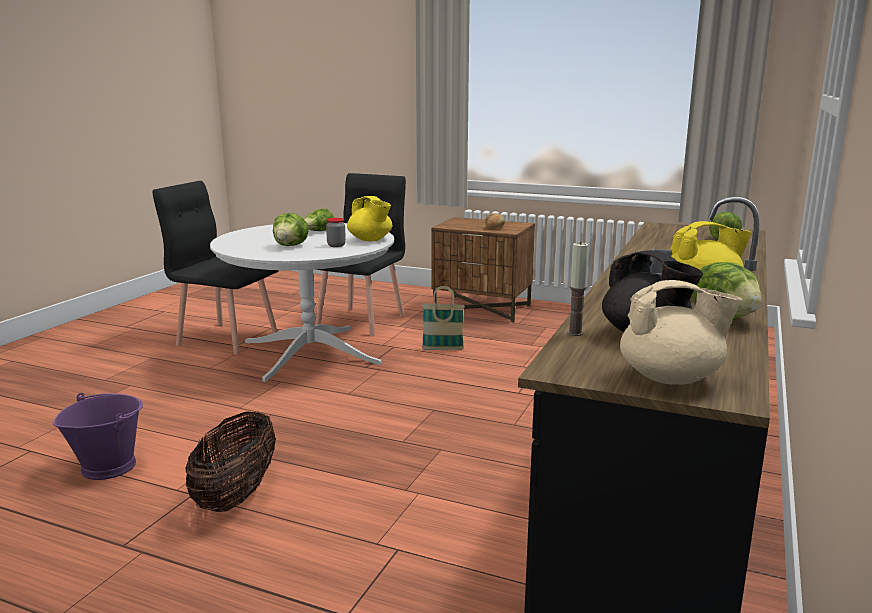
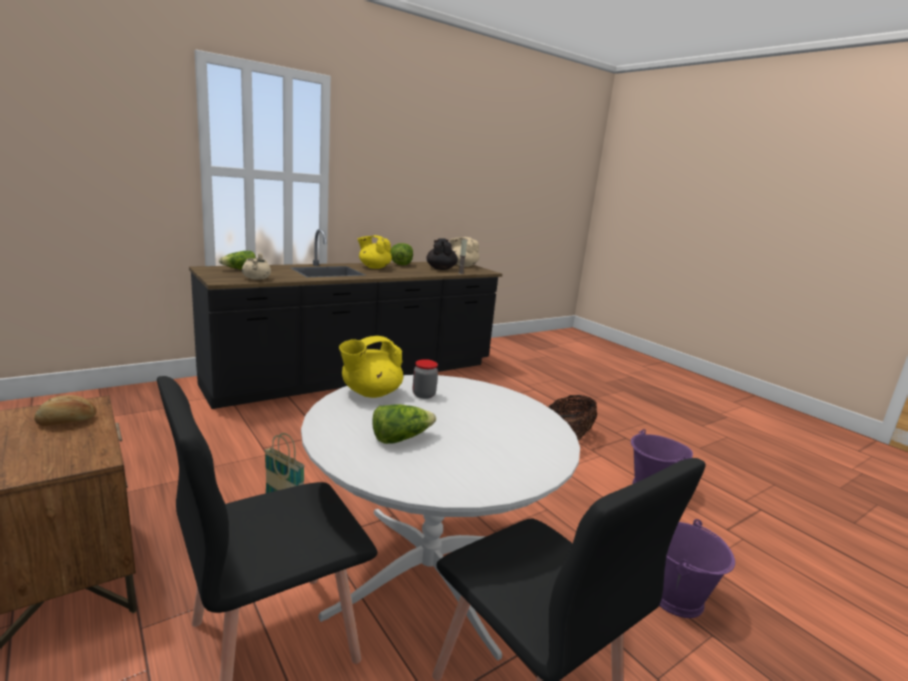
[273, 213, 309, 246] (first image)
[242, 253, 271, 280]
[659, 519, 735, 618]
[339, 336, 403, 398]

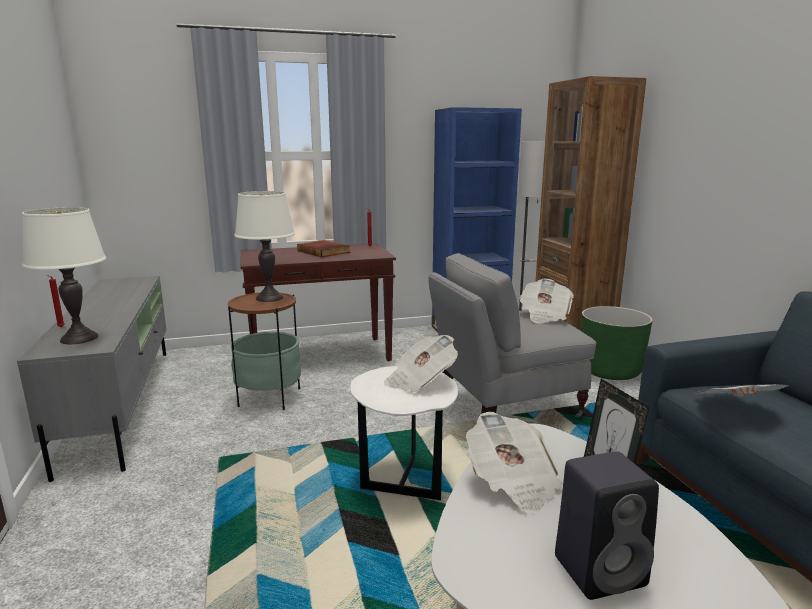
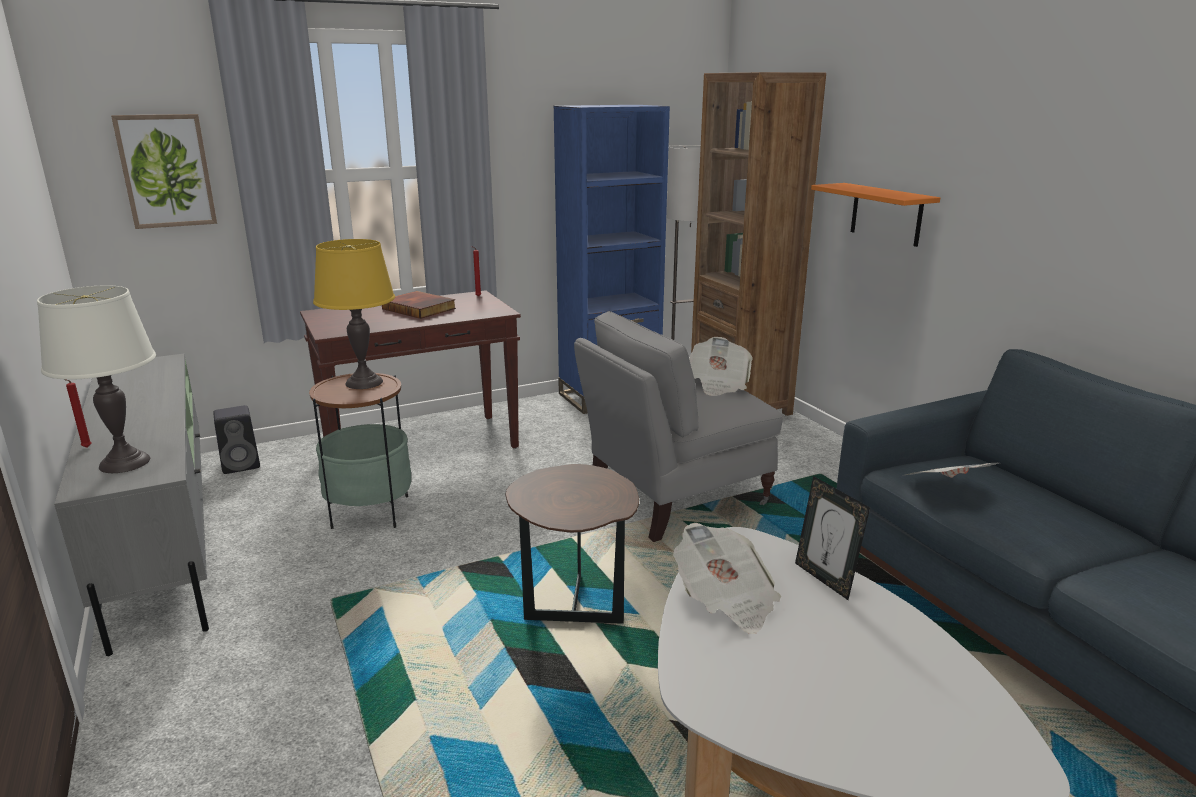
[384, 335, 458, 392] (first image)
[581, 306, 653, 380] (first image)
[111, 114, 217, 229]
[811, 183, 940, 247]
[213, 405, 260, 474]
[313, 239, 395, 389]
[505, 464, 639, 624]

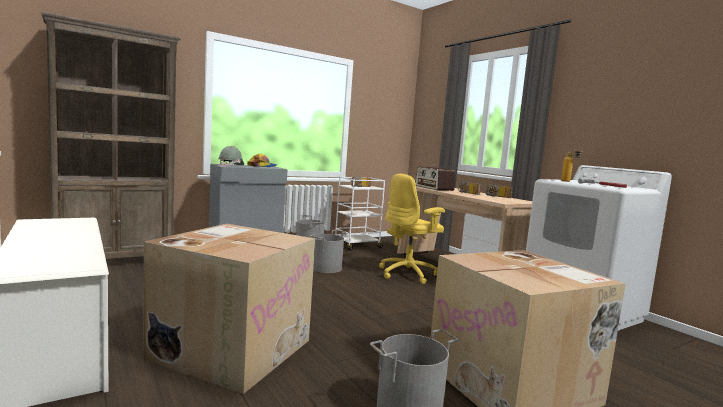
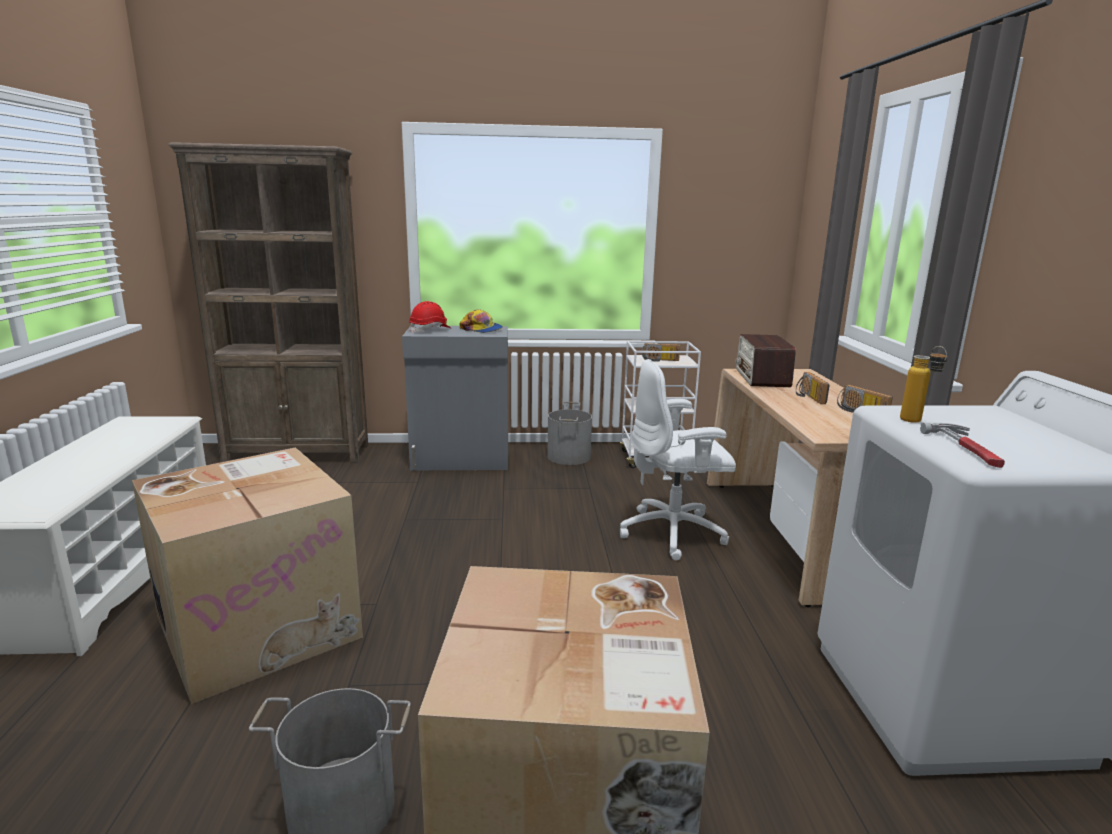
[310, 230, 345, 273] (first image)
[409, 301, 451, 333]
[620, 359, 736, 560]

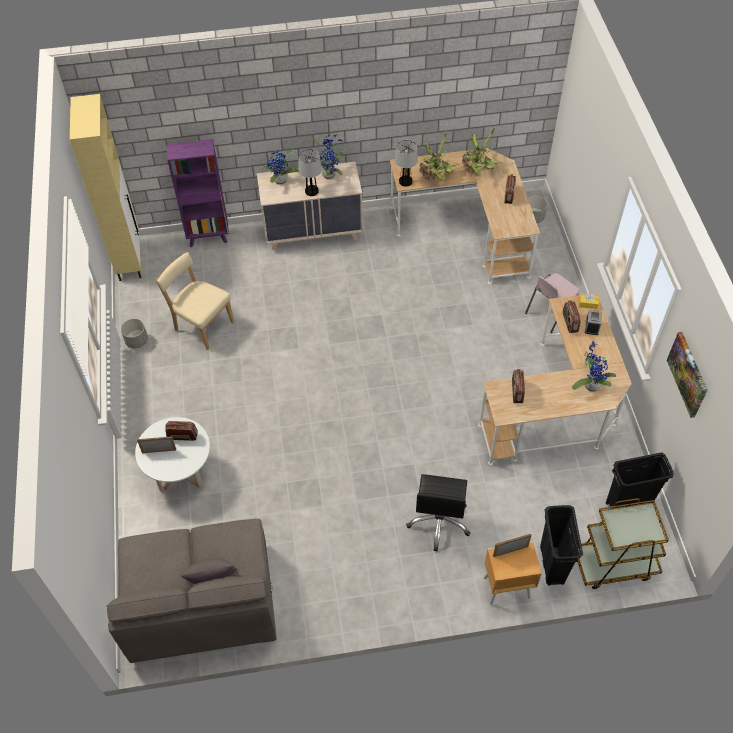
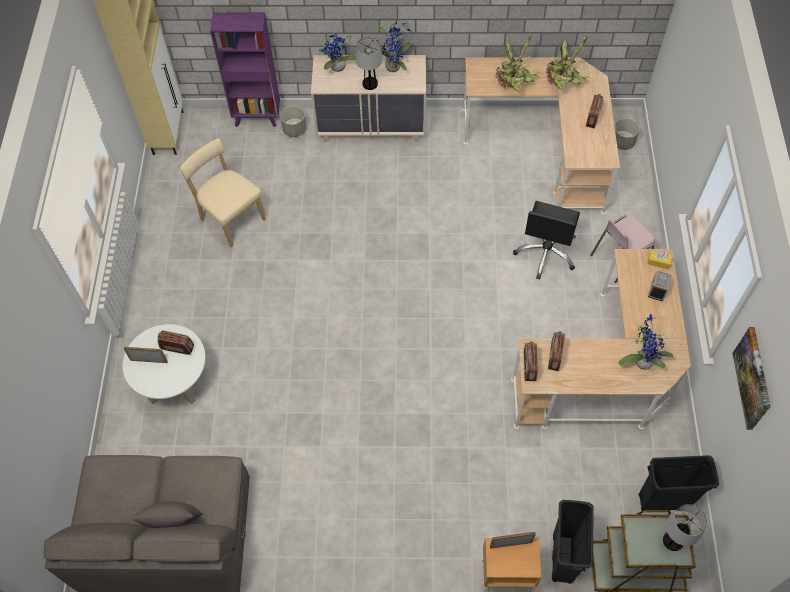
[280, 106, 306, 137]
[663, 504, 707, 551]
[513, 201, 580, 280]
[524, 342, 538, 381]

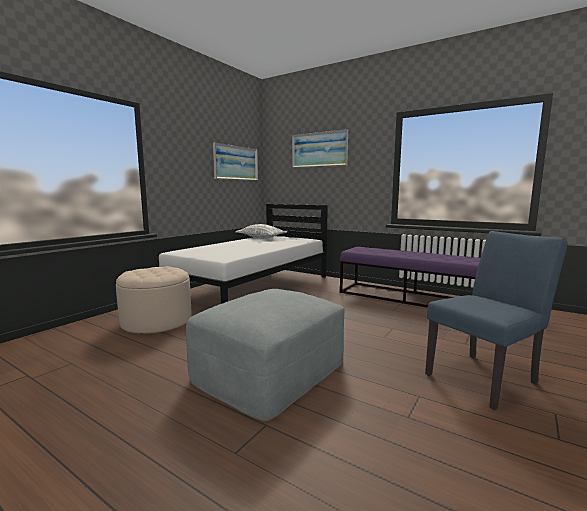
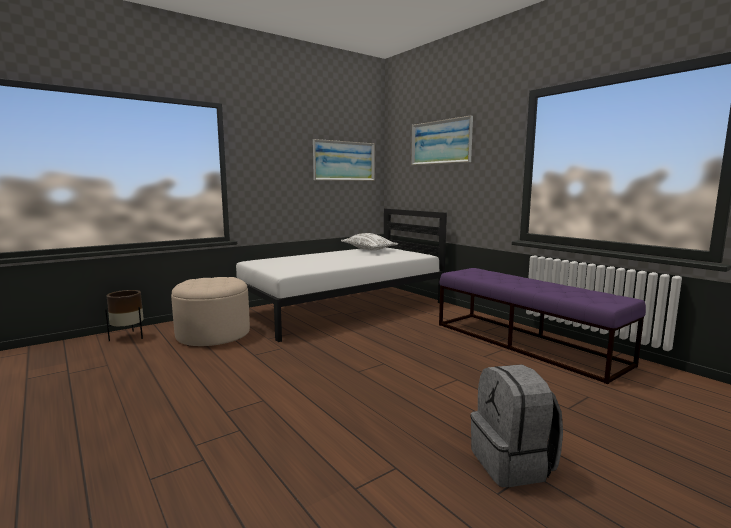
[186, 289, 344, 421] (first image)
[105, 290, 144, 341]
[470, 364, 563, 487]

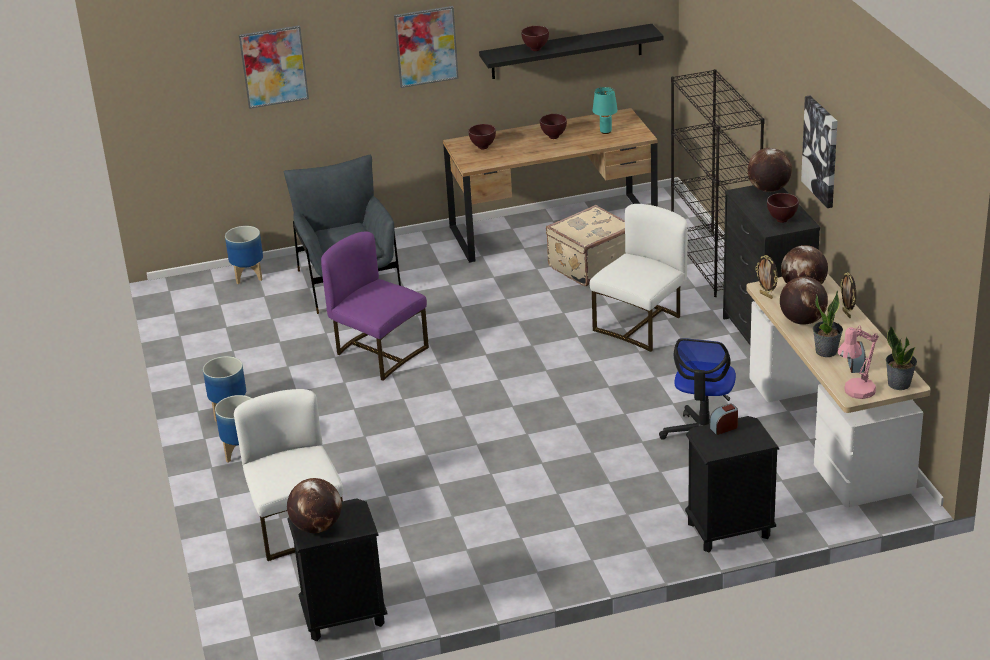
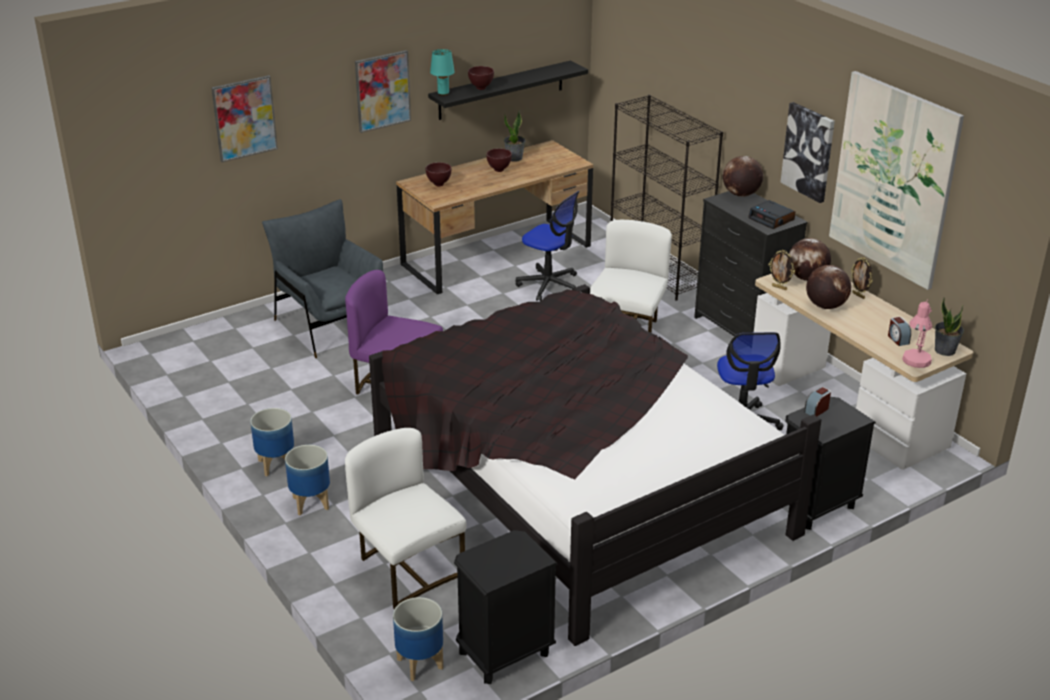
[287, 478, 342, 533] (first image)
[369, 284, 821, 646]
[829, 71, 964, 290]
[393, 597, 443, 681]
[430, 49, 455, 96]
[504, 111, 526, 162]
[516, 191, 579, 301]
[748, 200, 795, 229]

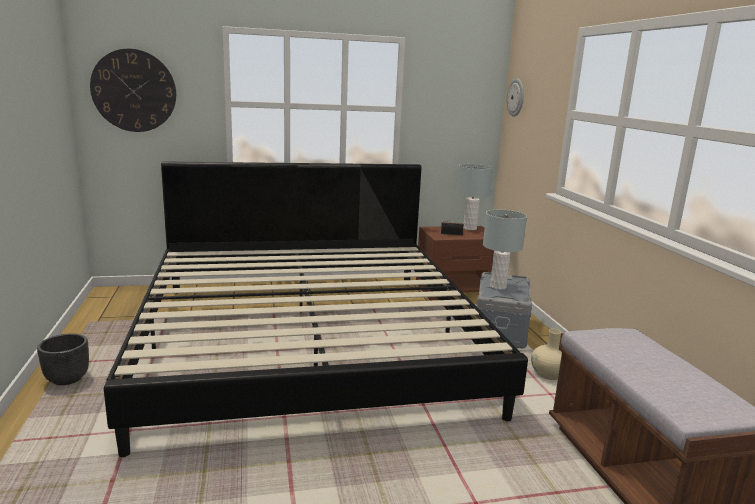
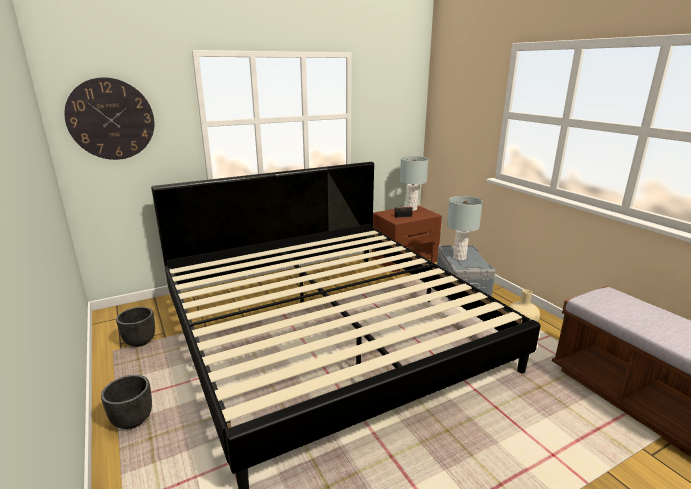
[507, 78, 524, 117] (first image)
[116, 307, 155, 347]

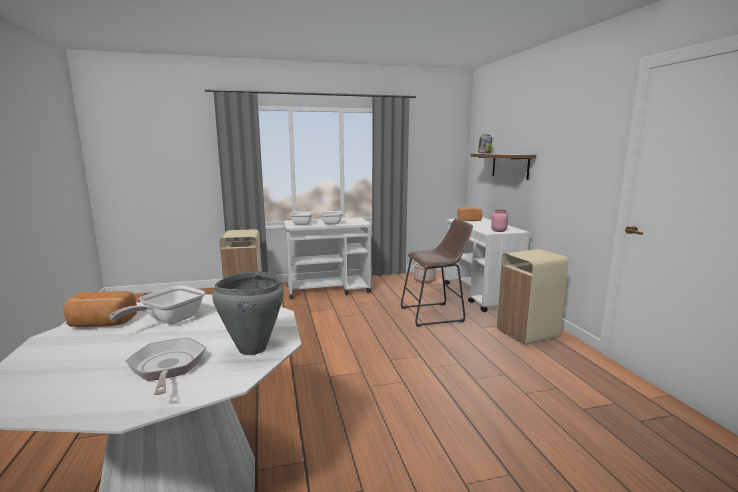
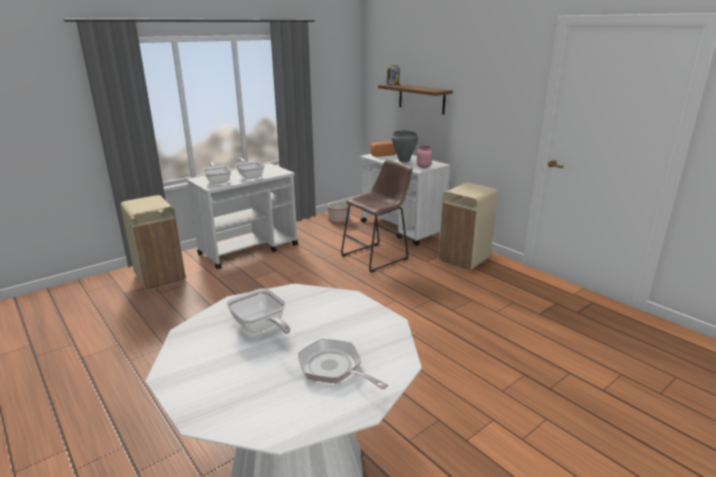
[63, 291, 137, 327] (first image)
[392, 131, 418, 162]
[226, 288, 291, 334]

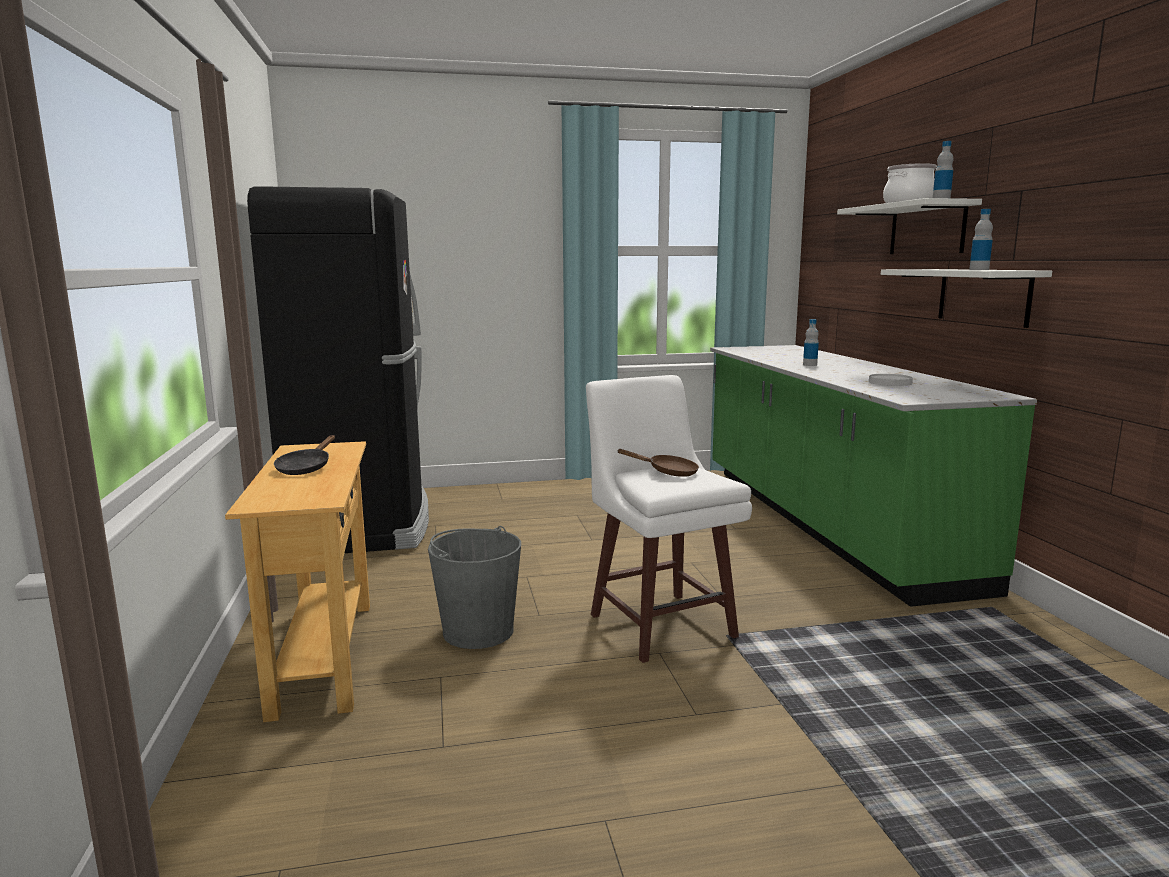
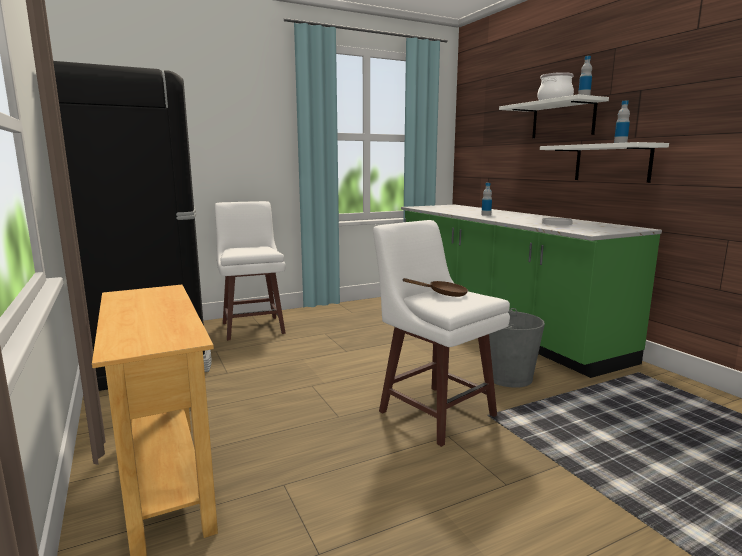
[274, 435, 335, 475] (first image)
[215, 201, 286, 341]
[489, 308, 545, 388]

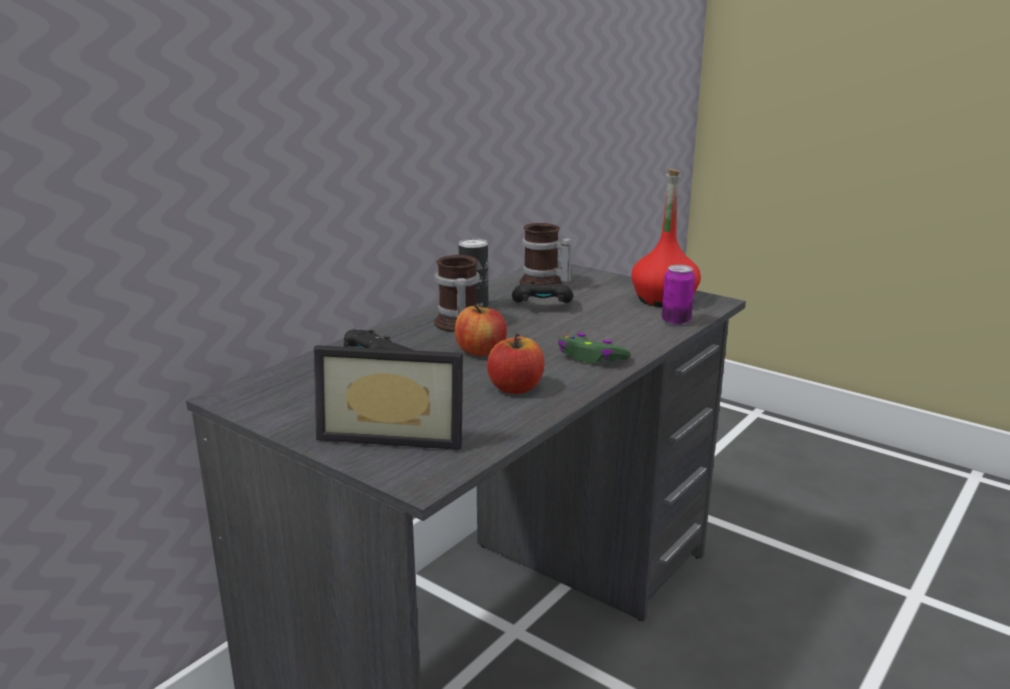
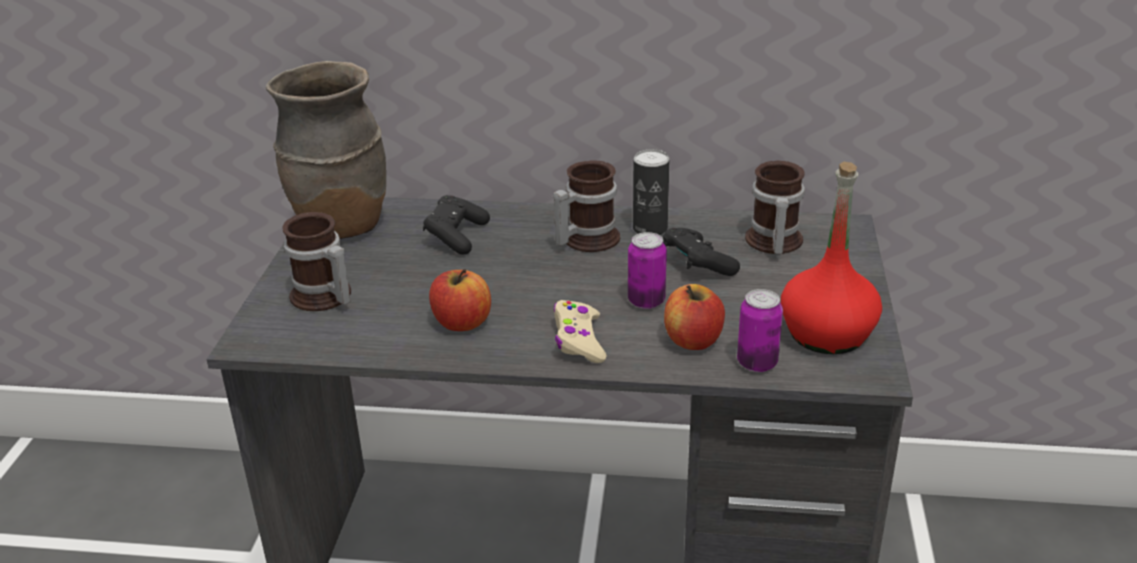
[266, 61, 386, 239]
[628, 232, 667, 309]
[664, 284, 725, 350]
[282, 212, 351, 311]
[554, 300, 606, 363]

